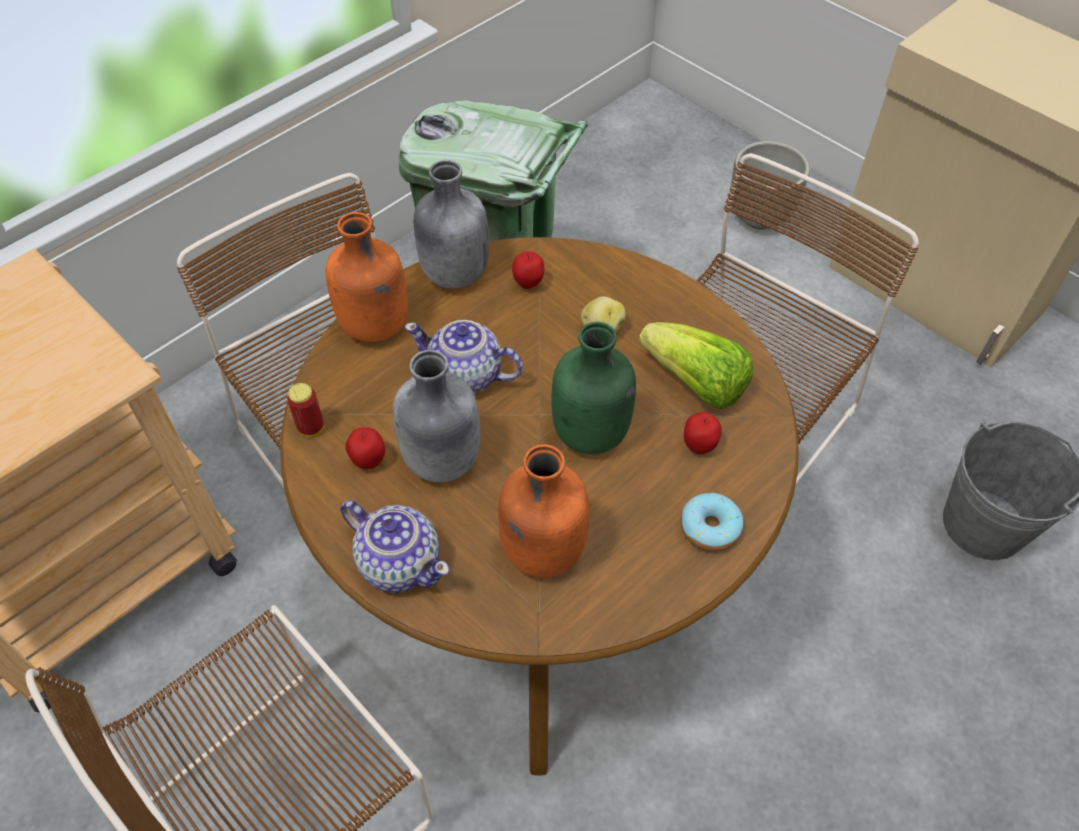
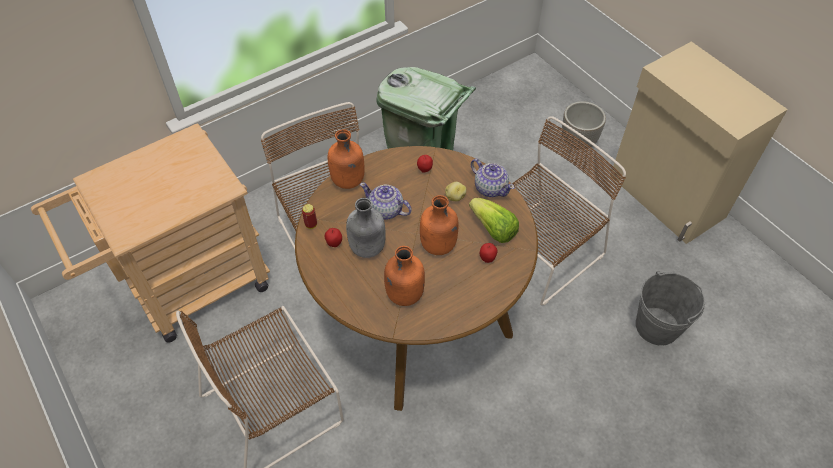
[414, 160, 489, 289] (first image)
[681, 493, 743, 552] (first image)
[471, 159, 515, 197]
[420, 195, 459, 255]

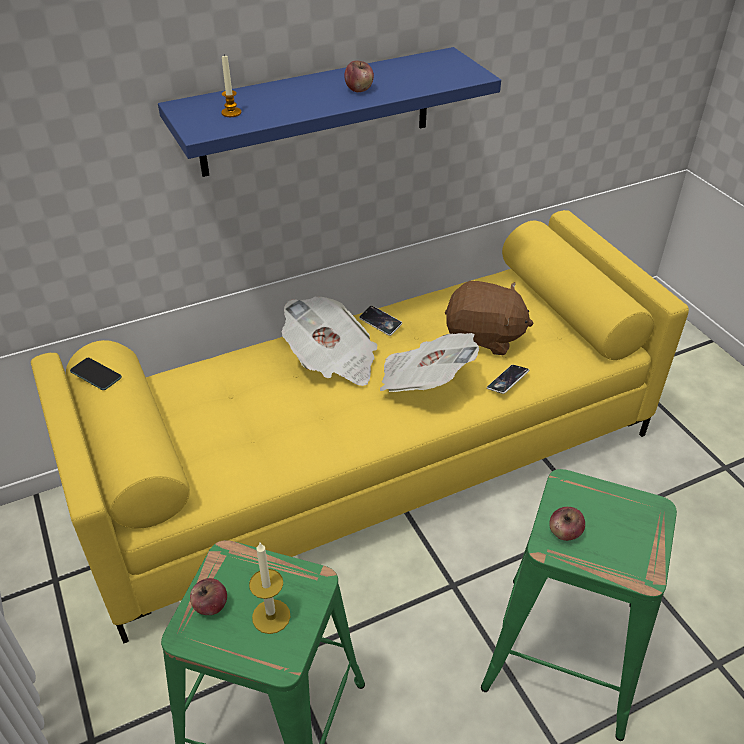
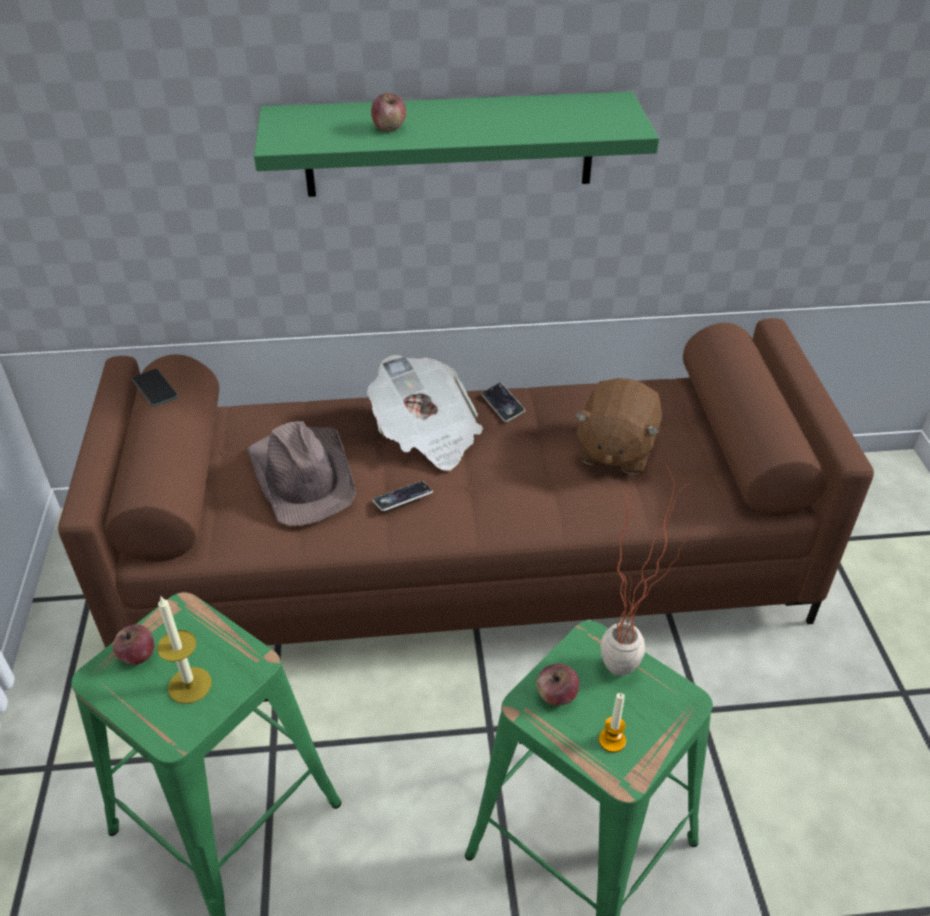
[380, 333, 479, 392] (first image)
[247, 421, 356, 526]
[600, 464, 697, 676]
[599, 693, 626, 753]
[371, 93, 406, 131]
[373, 481, 433, 511]
[58, 318, 874, 648]
[254, 92, 659, 197]
[574, 378, 662, 474]

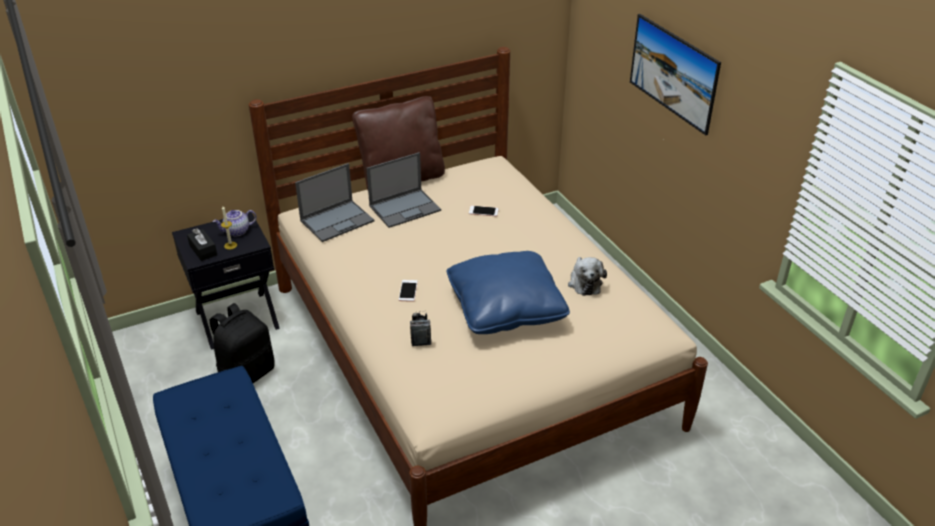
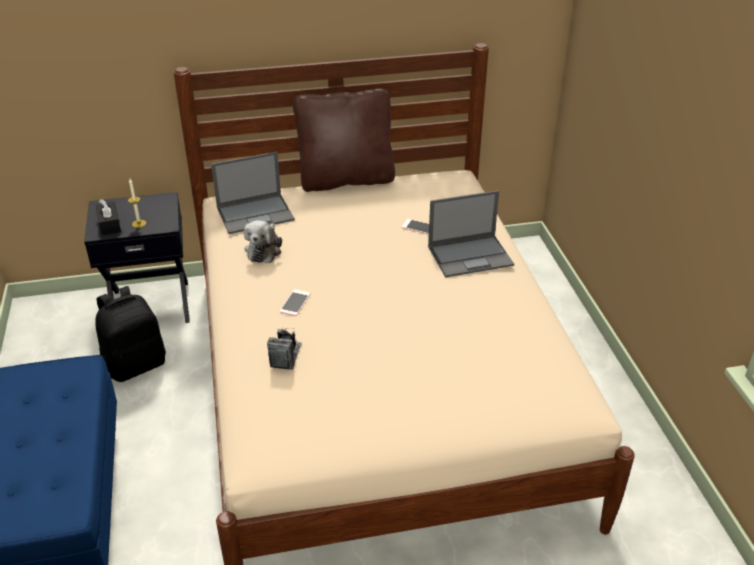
[213, 210, 257, 236] (first image)
[446, 251, 570, 334] (first image)
[630, 14, 721, 135] (first image)
[428, 190, 514, 278]
[244, 220, 282, 263]

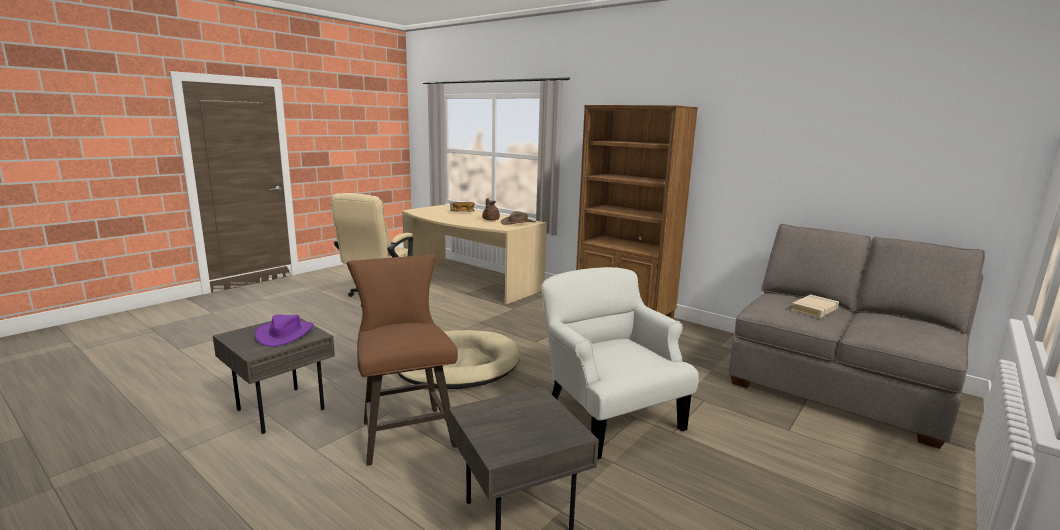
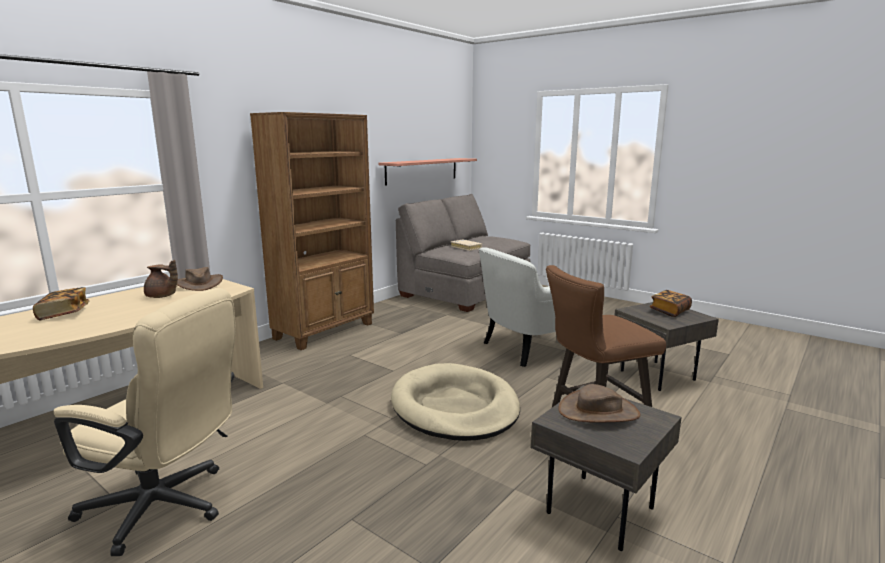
[378, 158, 477, 186]
[650, 290, 692, 317]
[558, 384, 641, 423]

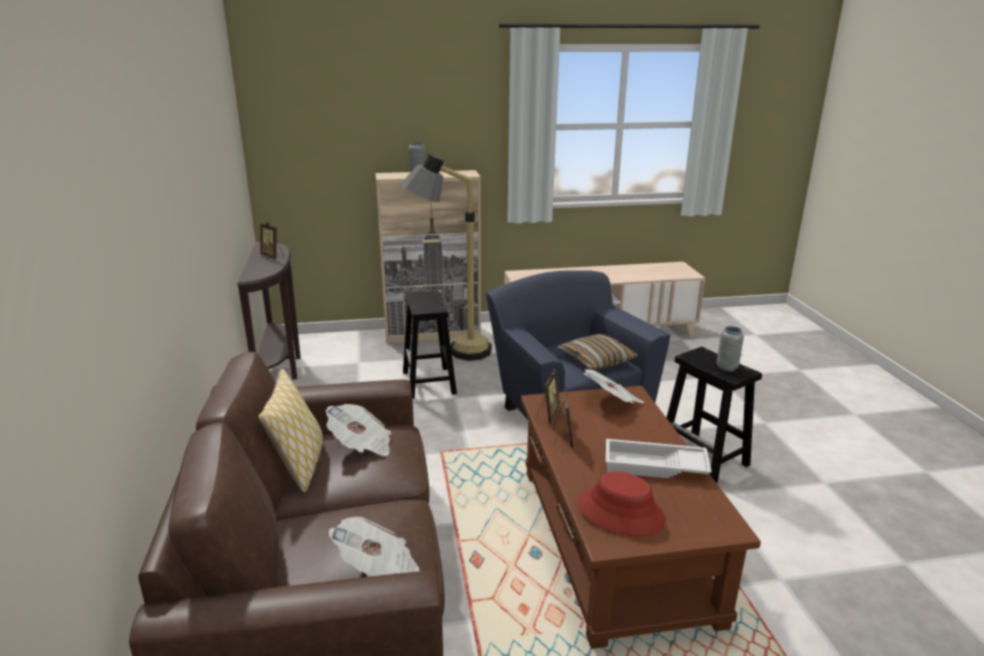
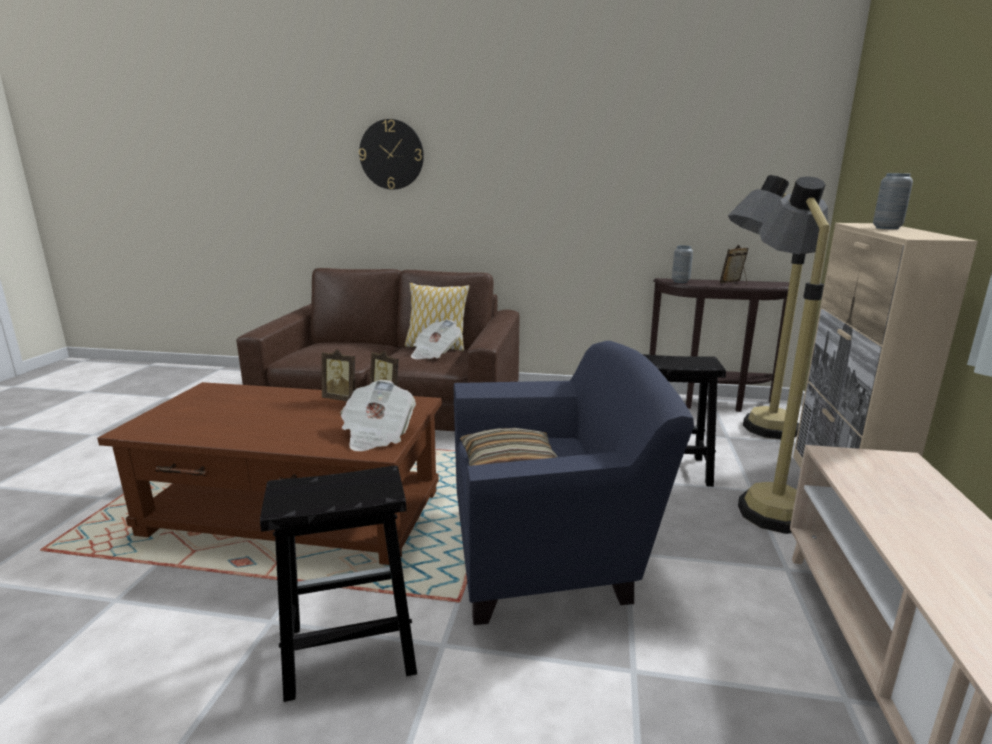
[329, 517, 420, 577] (first image)
[578, 471, 666, 536] (first image)
[606, 439, 712, 478] (first image)
[359, 119, 424, 190]
[728, 175, 806, 439]
[672, 245, 693, 283]

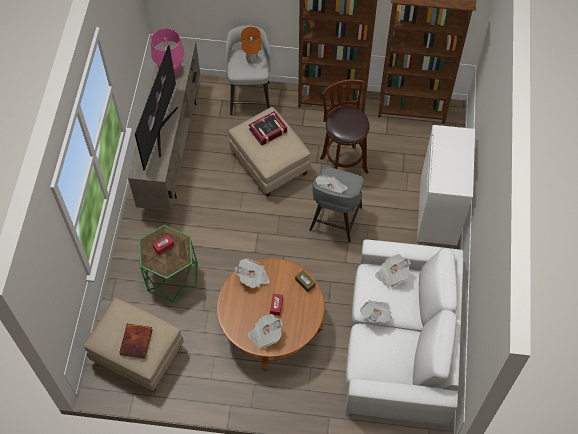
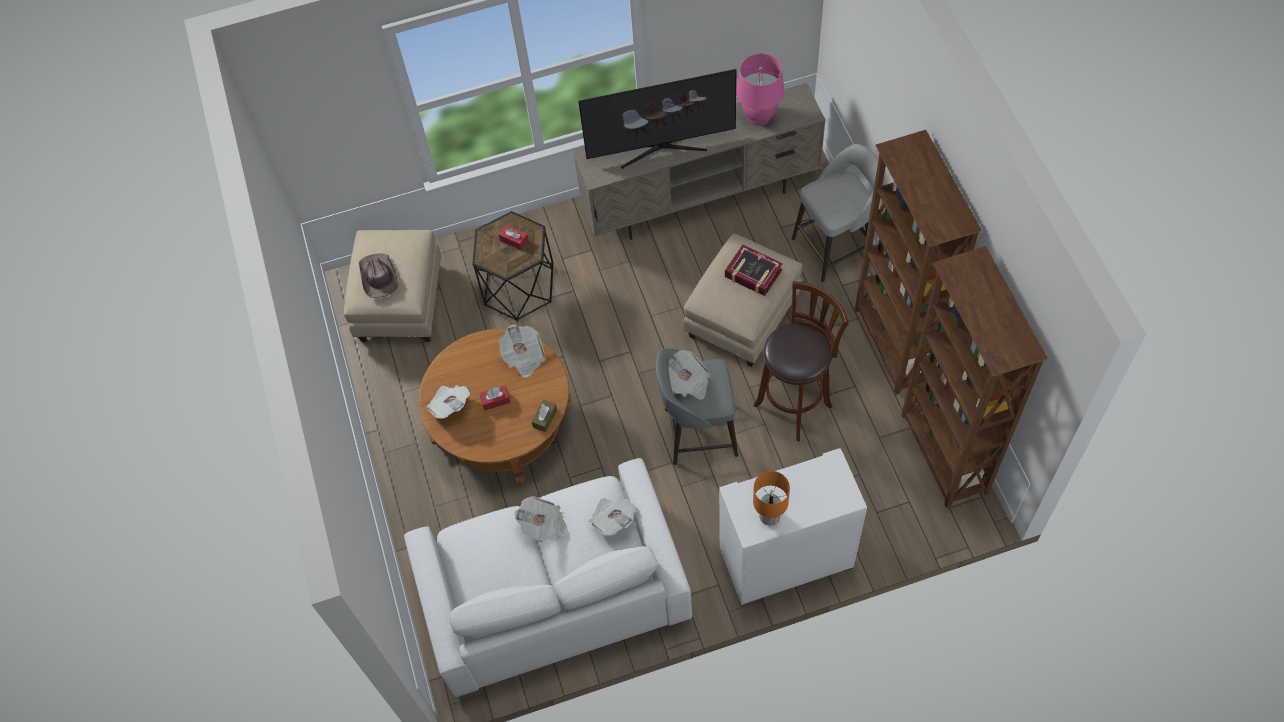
[753, 471, 790, 525]
[359, 253, 398, 298]
[472, 211, 553, 321]

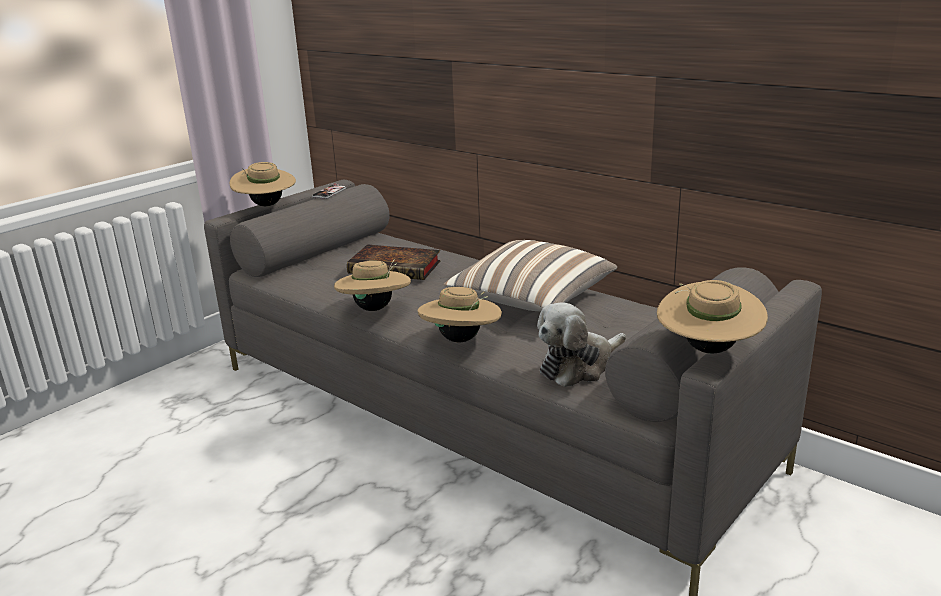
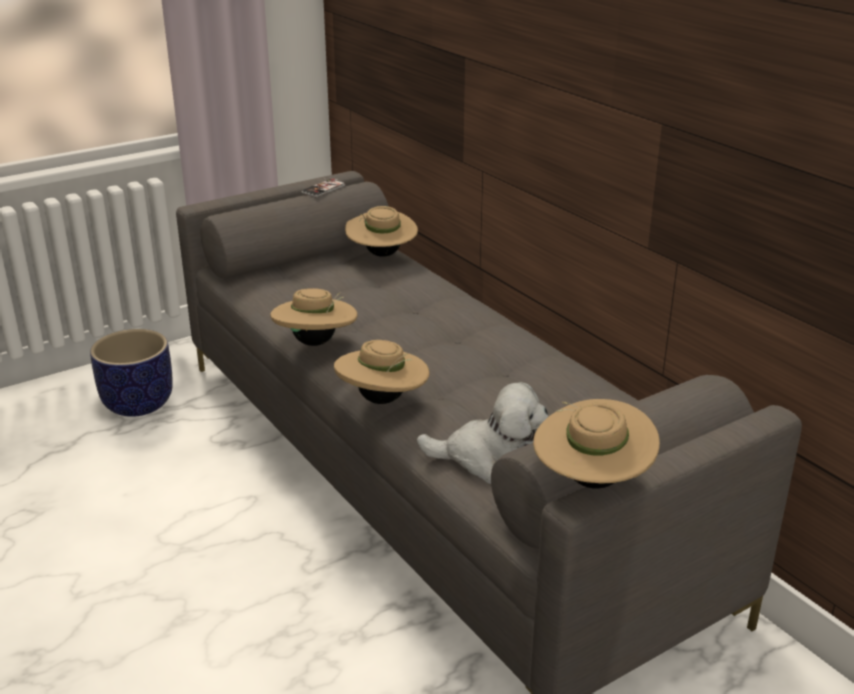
[347, 244, 441, 280] (first image)
[443, 240, 618, 311] (first image)
[90, 329, 173, 417]
[345, 206, 418, 257]
[417, 382, 549, 484]

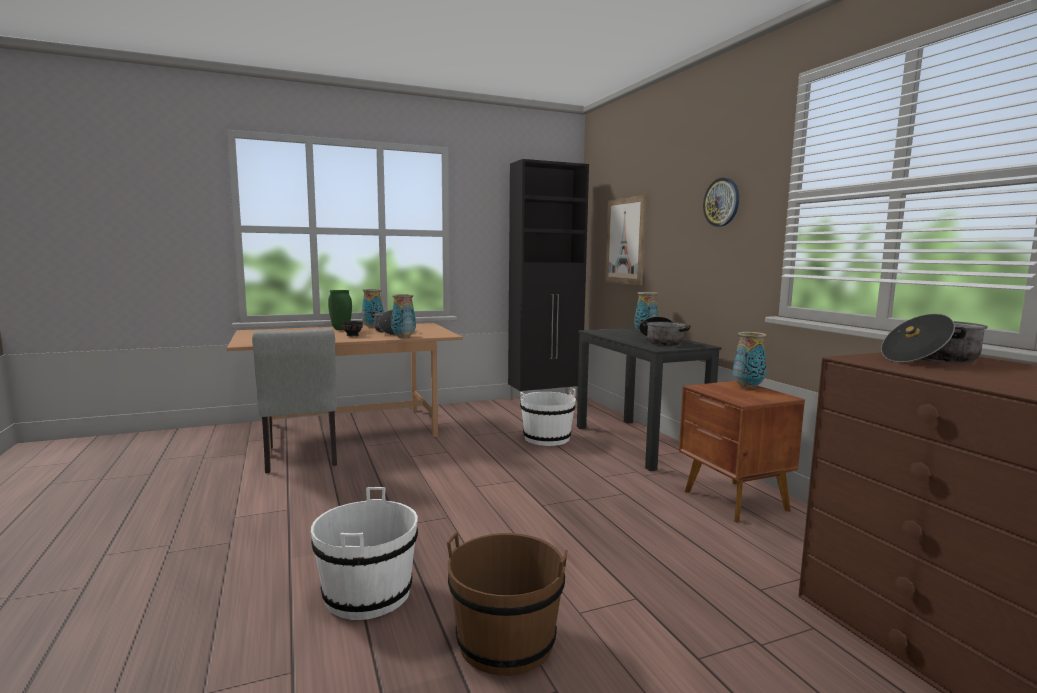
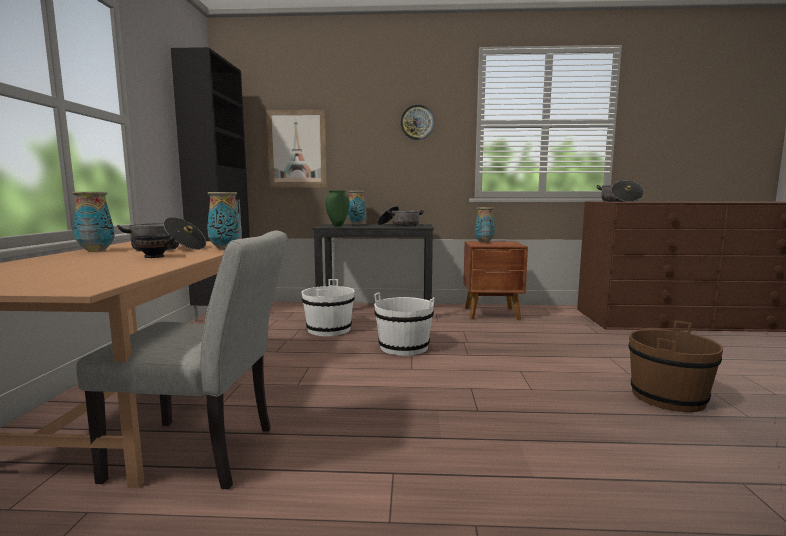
[374, 292, 435, 356]
[325, 191, 350, 226]

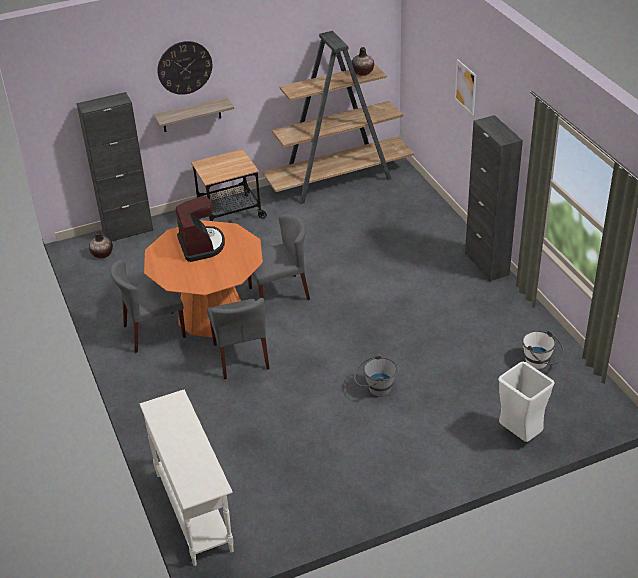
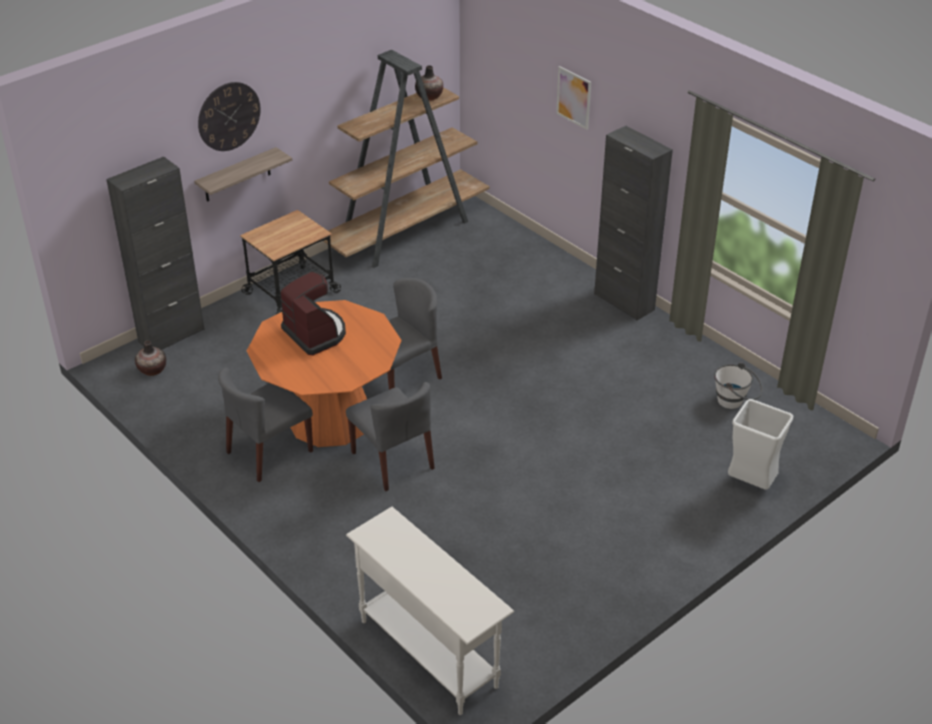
[354, 354, 397, 397] (first image)

